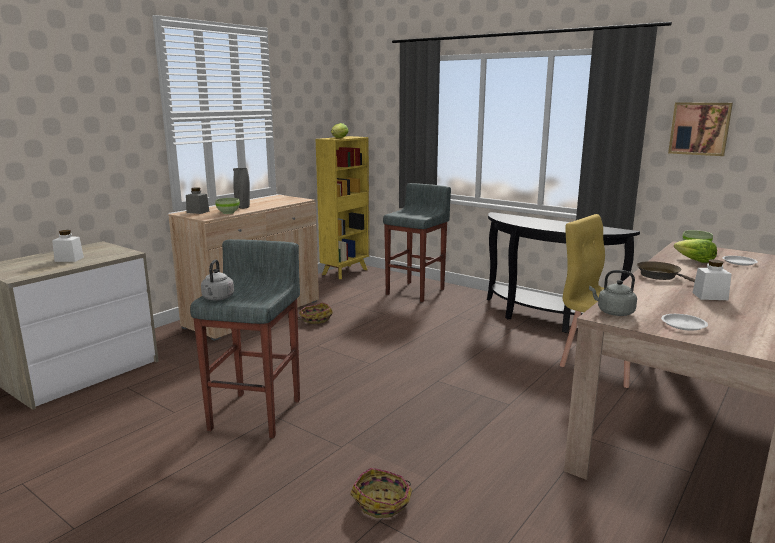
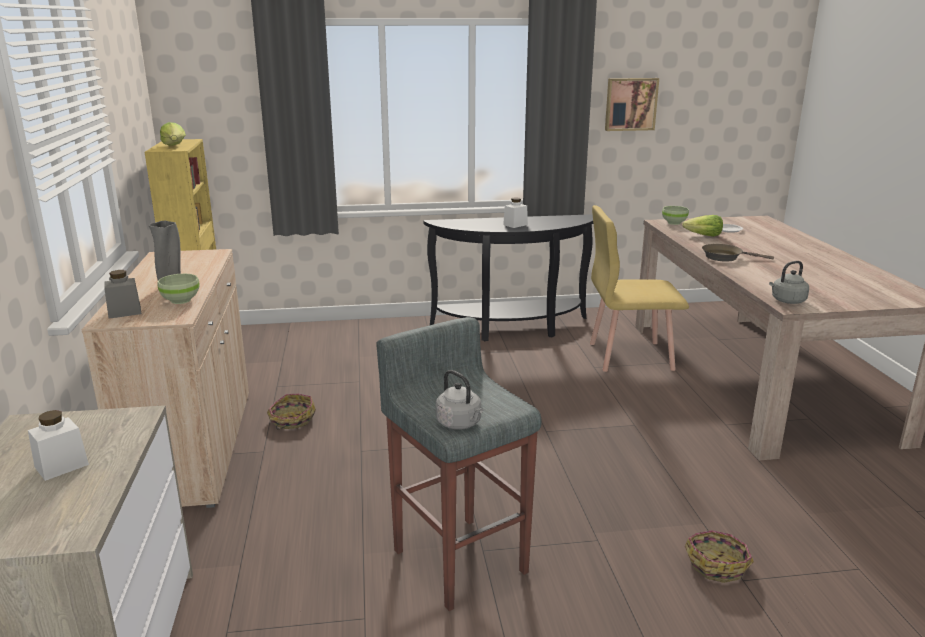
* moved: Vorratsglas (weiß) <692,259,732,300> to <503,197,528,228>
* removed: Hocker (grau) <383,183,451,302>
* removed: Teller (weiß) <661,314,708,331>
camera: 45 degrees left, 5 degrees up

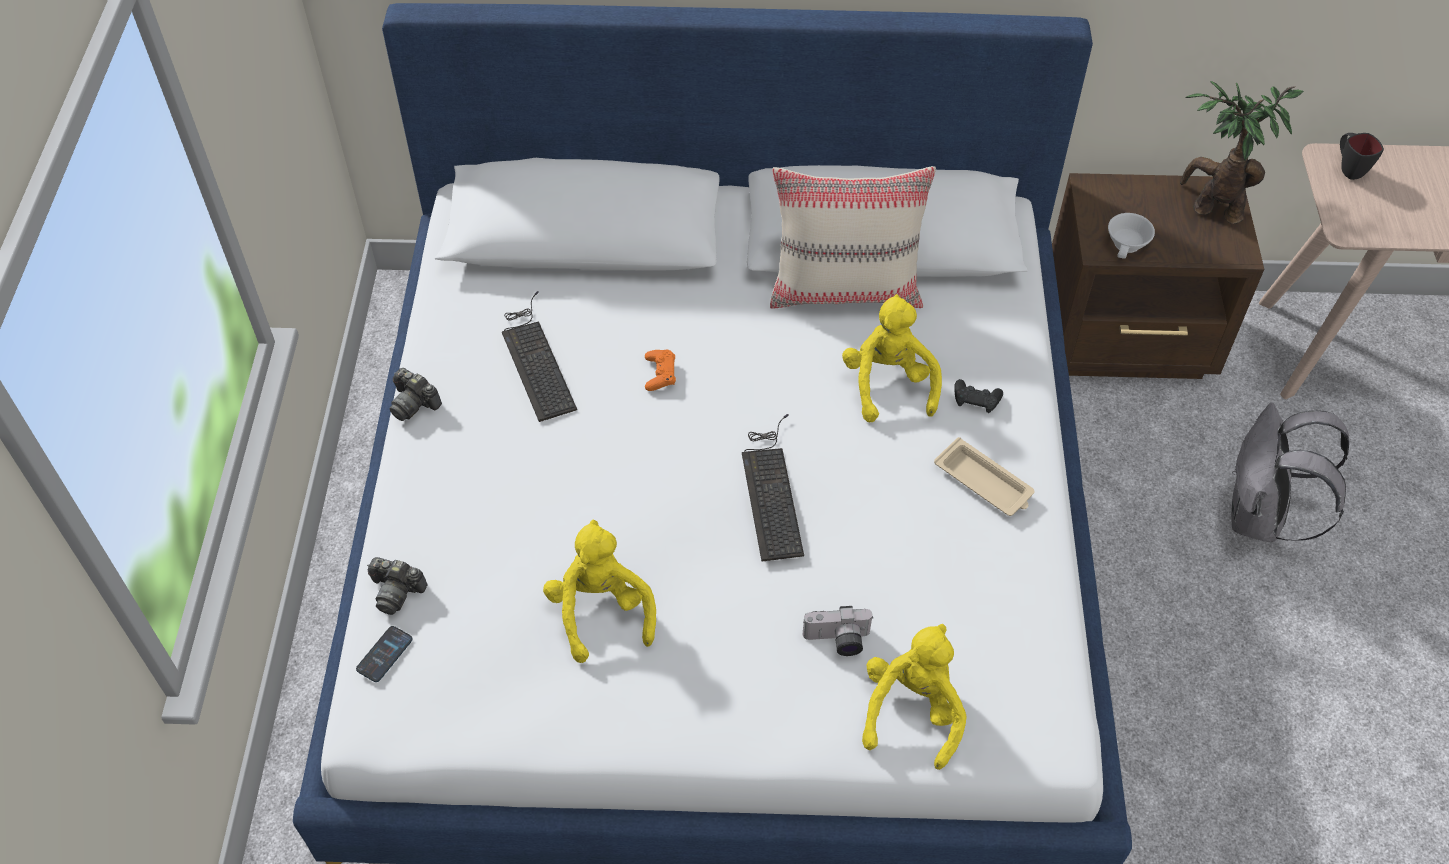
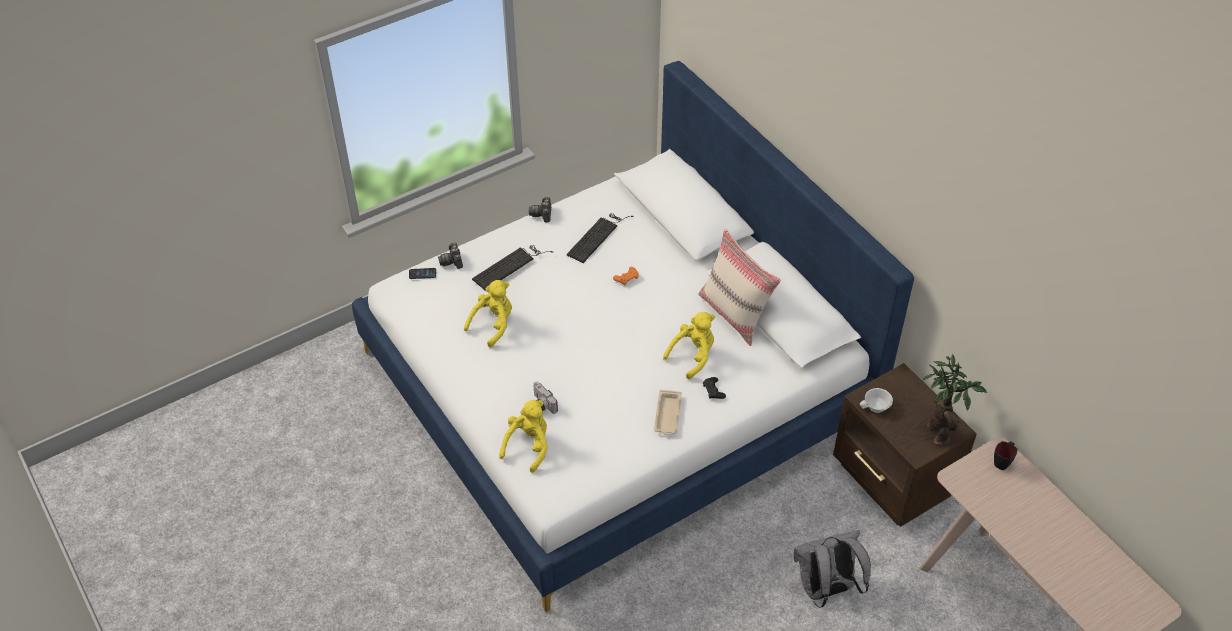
* moved: Tastatur <742,414,804,561> to <472,245,553,291>
* turned: Plüschtier (gelb) <862,624,967,770> = <499,400,548,473> 45 degrees counterclockwise
camera: 55 degrees right, 5 degrees down

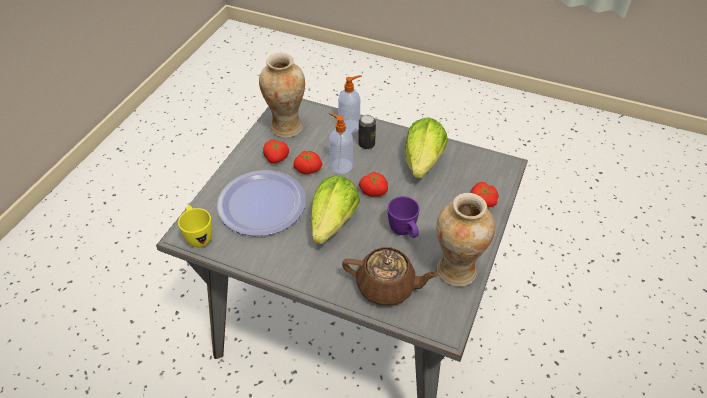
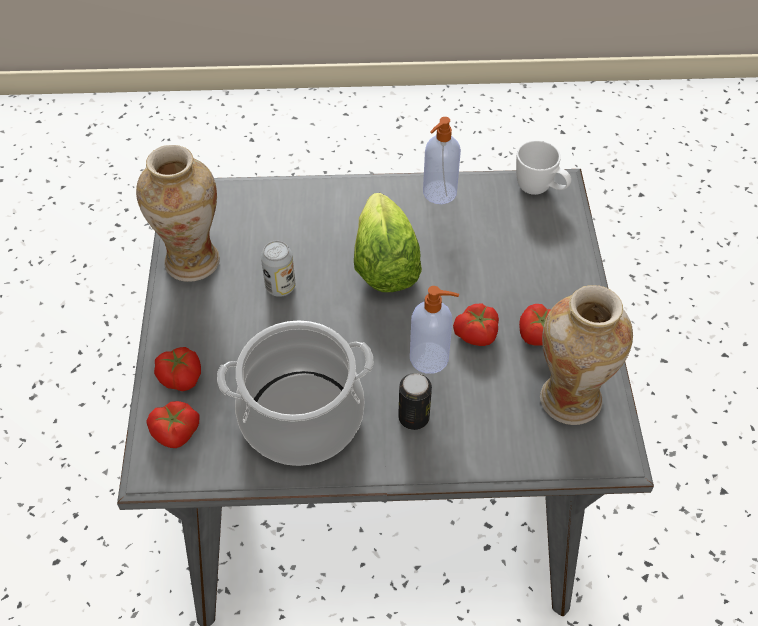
* moved: Tomate <359,172,388,197> to <147,401,200,448>
* replaced: Salatkopf <404,117,448,178> to Kochtopf <217,321,374,466>
* replaced: Henkelbecher (lila) <388,196,420,238> to Dose <261,241,295,297>
* moved: Seifenspender <338,75,362,133> to <423,117,461,204>
* recoloured: Henkelbecher (gelb) <178,206,212,248> to Henkelbecher (weiß) <516,140,571,195>
* removed: Teller <217,170,306,236>
* removed: Teekanne (braun) <342,247,440,306>
camera: 155 degrees right, 5 degrees up

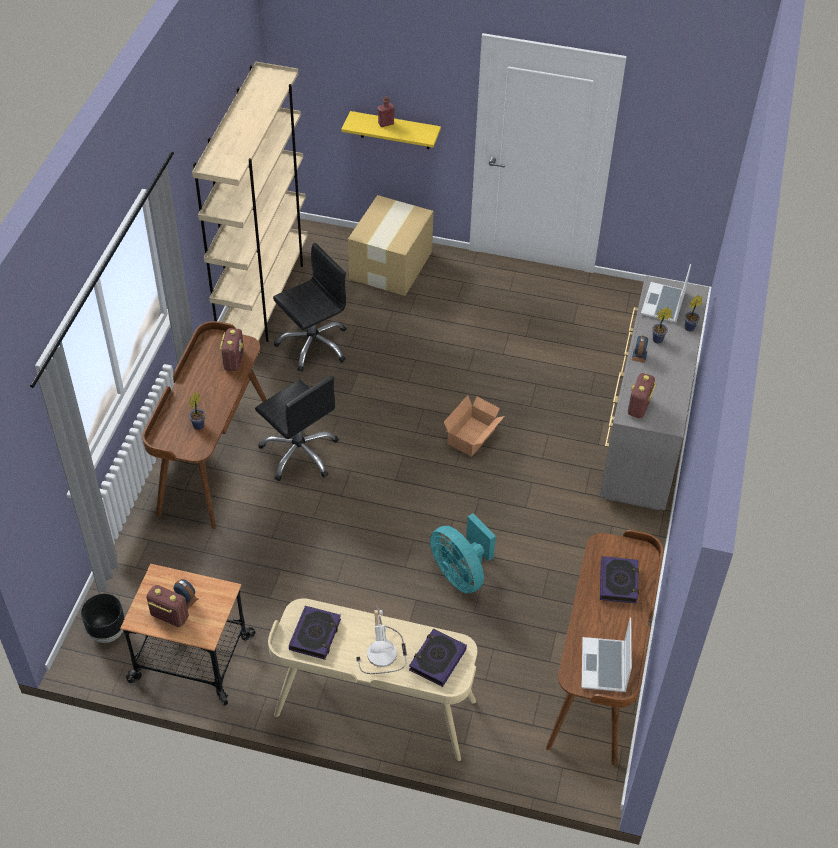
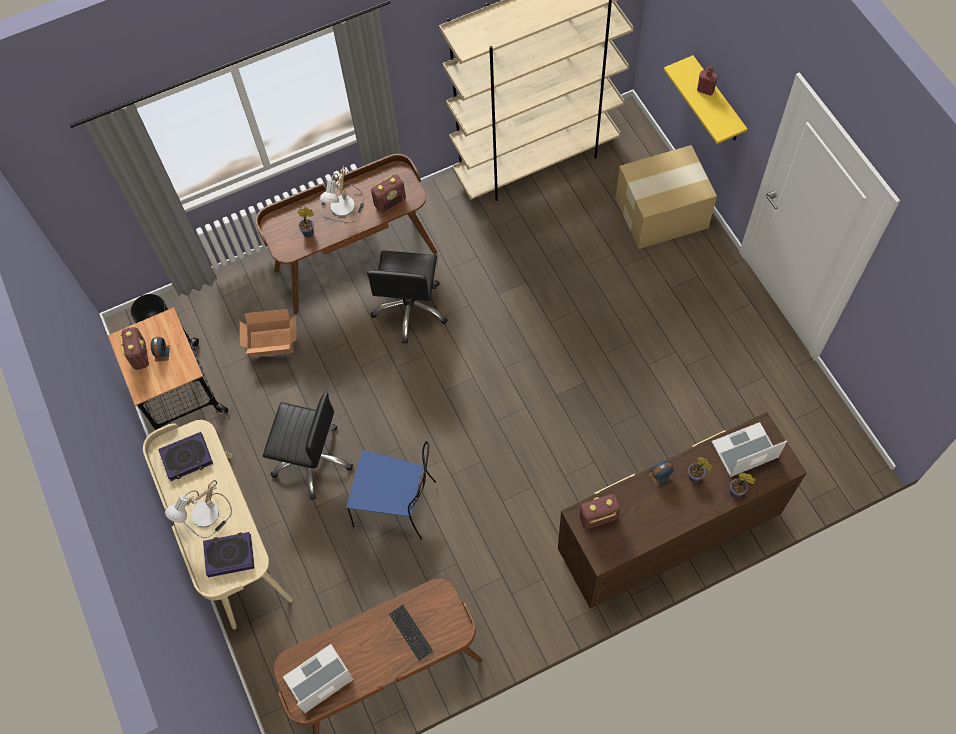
* moved: Karton <444,395,505,457> to <240,309,297,357>
* moved: Bürostuhl (schwarz) <273,242,346,372> to <263,392,353,500>
* added: Tischlampe <319,166,364,222>
* replaced: Ventilator (türkis) <430,513,496,593> to Stuhl (blau) <346,441,436,540>
* replaced: Buch <600,556,639,604> to Tastatur <389,605,433,661>
* recoloured: Kommode (grau) <600,275,709,510> to Kommode (braun) <558,412,807,609>
camera: 55 degrees right, 15 degrees up

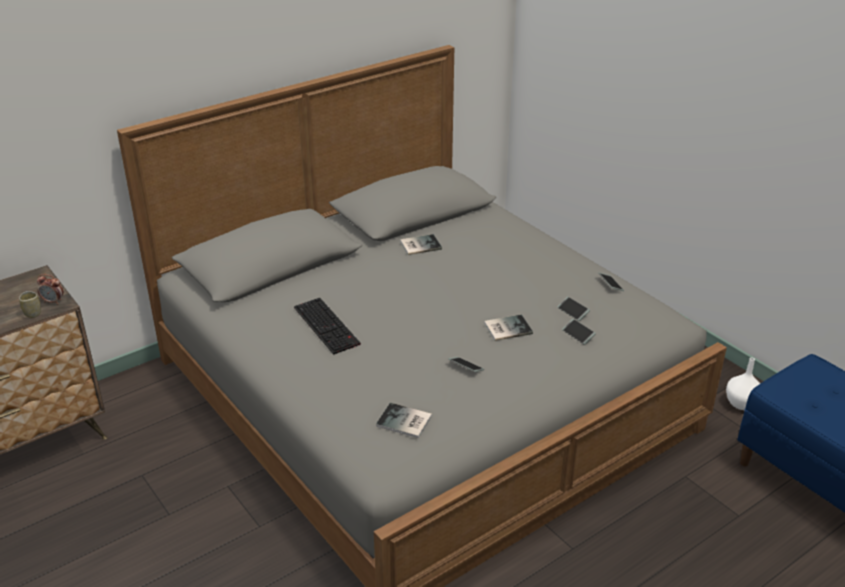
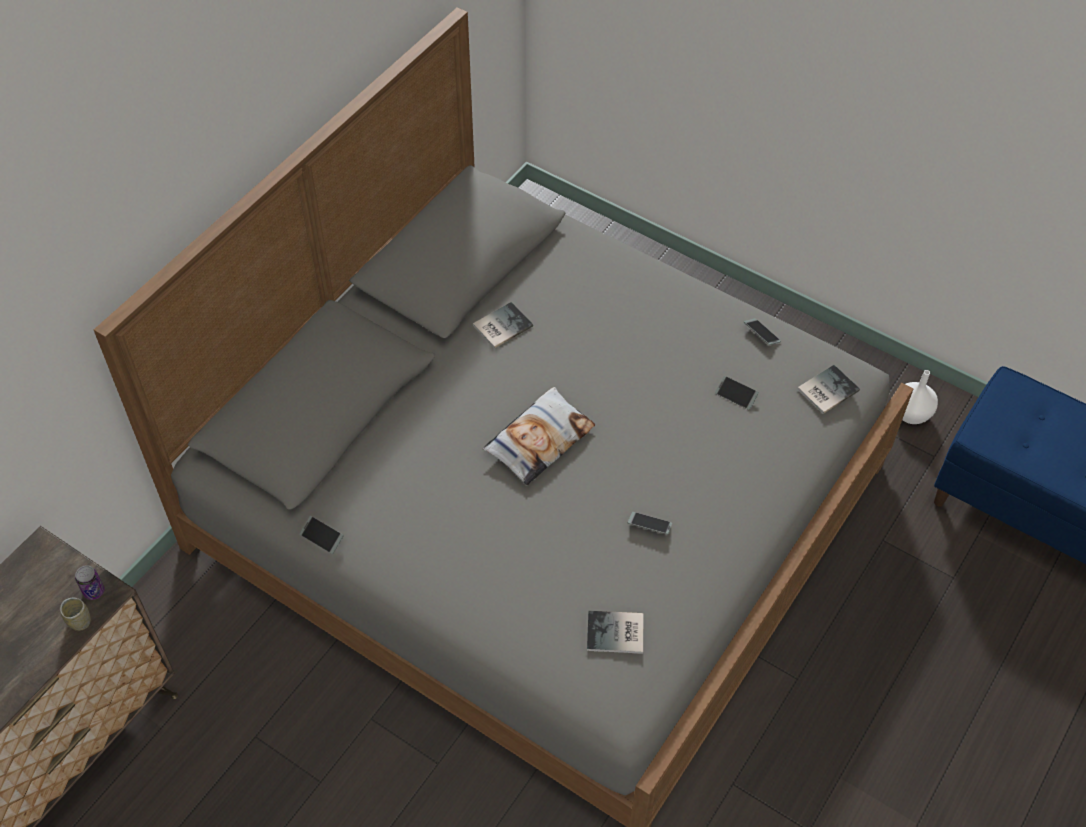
* replaced: Wecker <37,274,63,304> to Dose <75,565,105,600>
* moved: Handy <562,319,596,345> to <300,516,344,554>
* added: Kissen <483,387,595,485>
* moved: Buch <484,314,533,341> to <797,365,860,414>
* removed: Tastatur <294,298,361,355>
camera: 20 degrees left, 20 degrees up

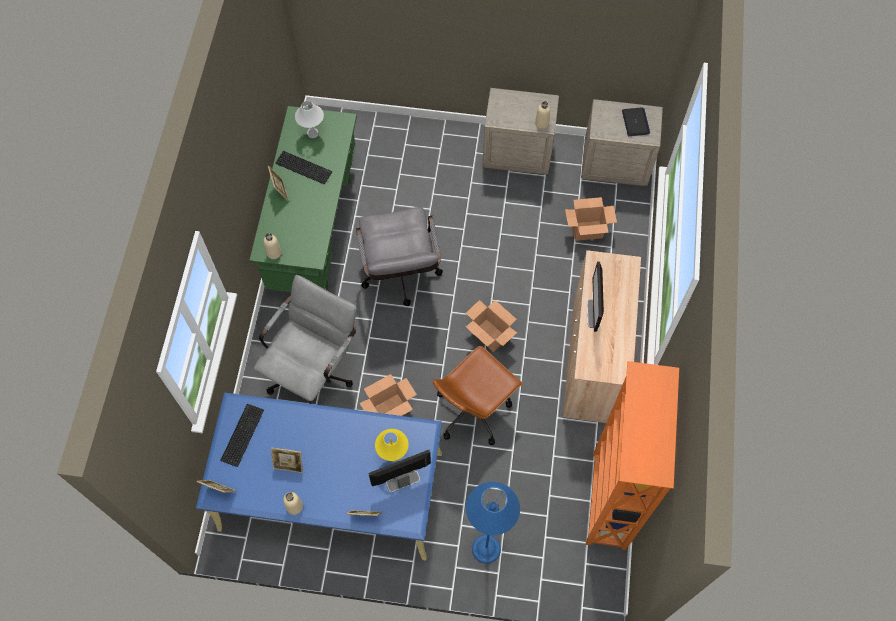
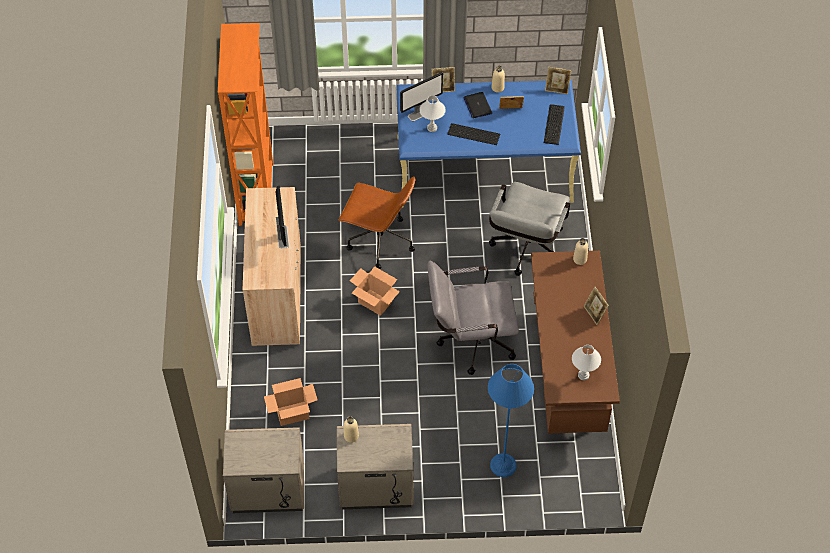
* turned: Bürostuhl (braun) <433,345,523,445> = <339,177,415,269> 75 degrees clockwise
* recoloured: Tischlampe (gelb) <375,429,408,462> to Tischlampe (weiß) <419,95,446,132>
* turned: Bürostuhl (grau) <356,207,443,306> = <428,261,519,375> 75 degrees counterclockwise
* moved: Tastatur <275,151,332,185> to <447,123,500,145>
* moved: Laptop <622,108,650,136> to <464,92,492,118>
* moved: Stehlampe (blau) <466,482,520,564> to <488,364,534,477>
* recoloured: Schreibtisch (grün) <249,106,357,292> to Schreibtisch (braun) <531,251,620,433>
* removed: Karton <360,374,417,416>
camera: 170 degrees right, 10 degrees down

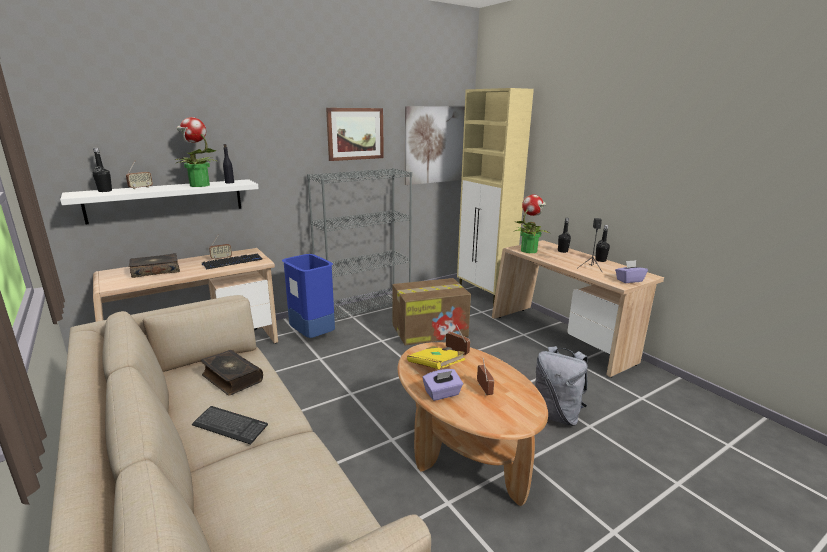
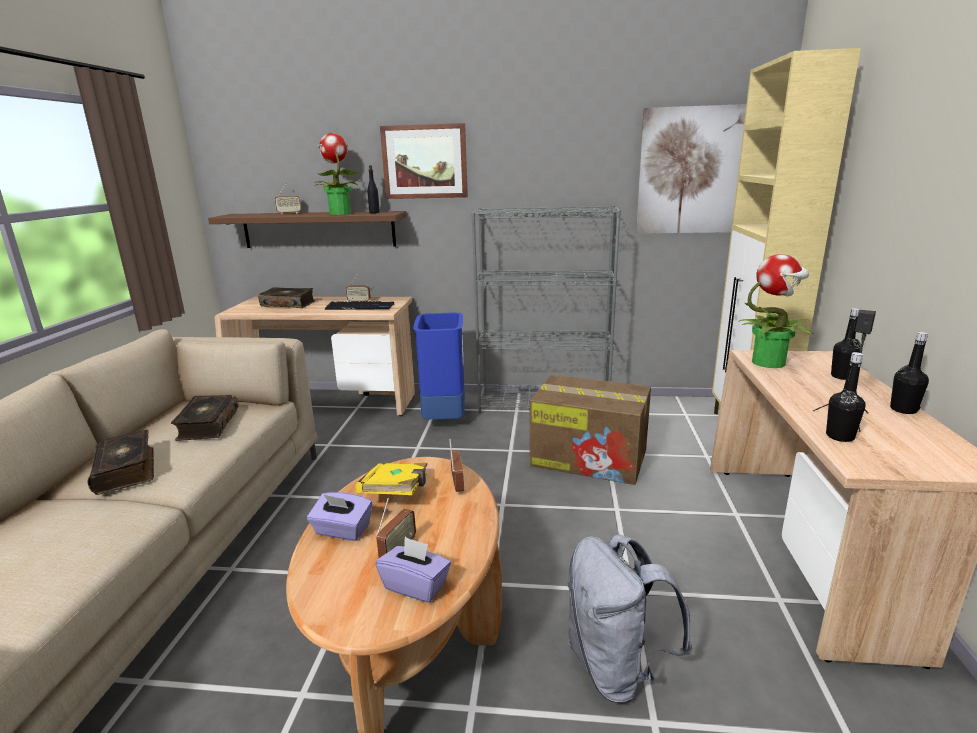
* replaced: Tastatur <192,406,268,445> to Buch <88,430,154,495>
* recoloured: Wandregal (weiß) <60,179,259,224> to Wandregal (braun) <208,211,407,248>
* moved: Taschentuchbox (lila) <615,260,648,283> to <376,537,451,603>
* moved: Bild <326,108,384,161> to <380,123,468,199>
* moved: Flasche (schwarz) <93,148,112,192> to <826,352,866,442>
camera: 40 degrees right, 0 degrees up

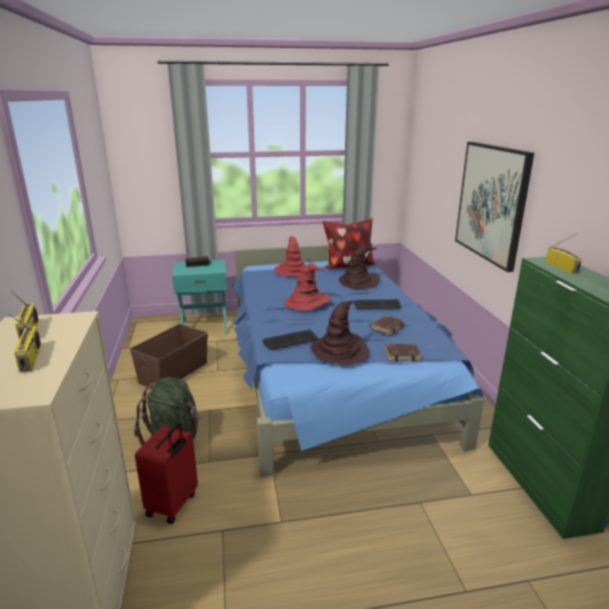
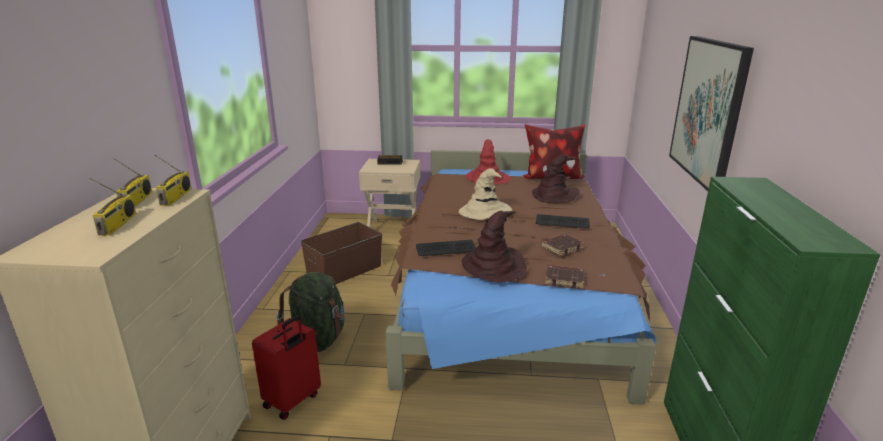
* moved: Radio <545,233,582,274> to <155,155,192,206>
* recoloured: Nachttisch (türkis) <172,259,227,335> to Nachttisch (beige) <359,159,420,227>
* recoloured: Bett (blau) <232,243,484,477> to Bett (braun) <385,150,656,405>
* recoloured: Hut (rot) <284,263,331,311> to Hut (beige) <459,168,512,220>
camera: 15 degrees right, 0 degrees up

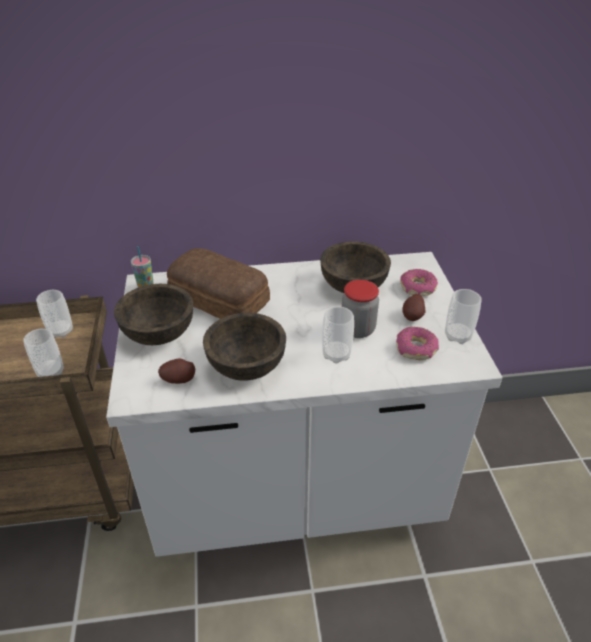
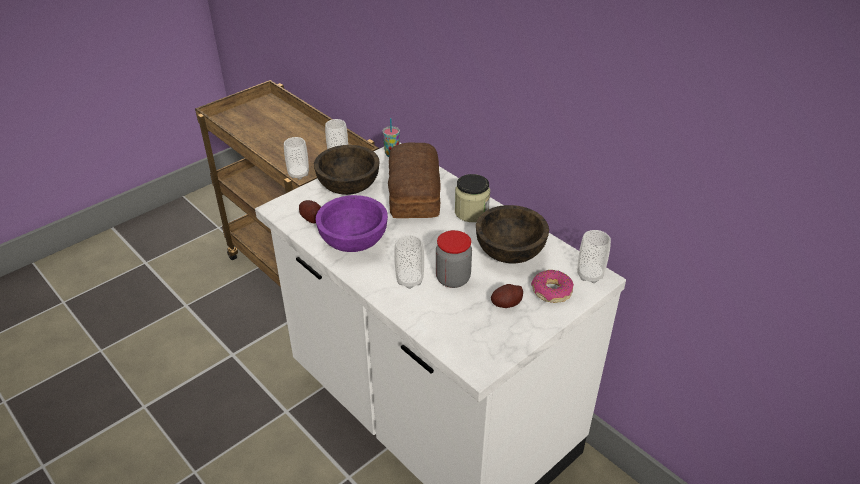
* recoloured: Schüssel (braun) <203,313,286,381> to Schüssel (lila) <316,195,388,252>
* added: Vorratsglas <455,174,490,222>
* moved: Tasse <445,289,482,344> to <577,230,611,283>
* removed: Donut <396,327,439,360>
camera: 55 degrees right, 0 degrees up

